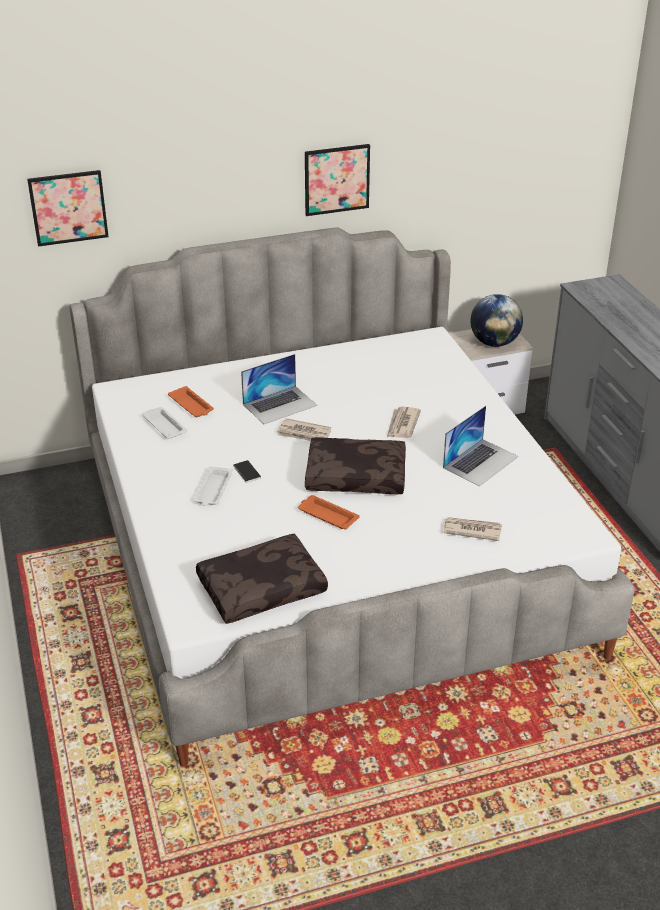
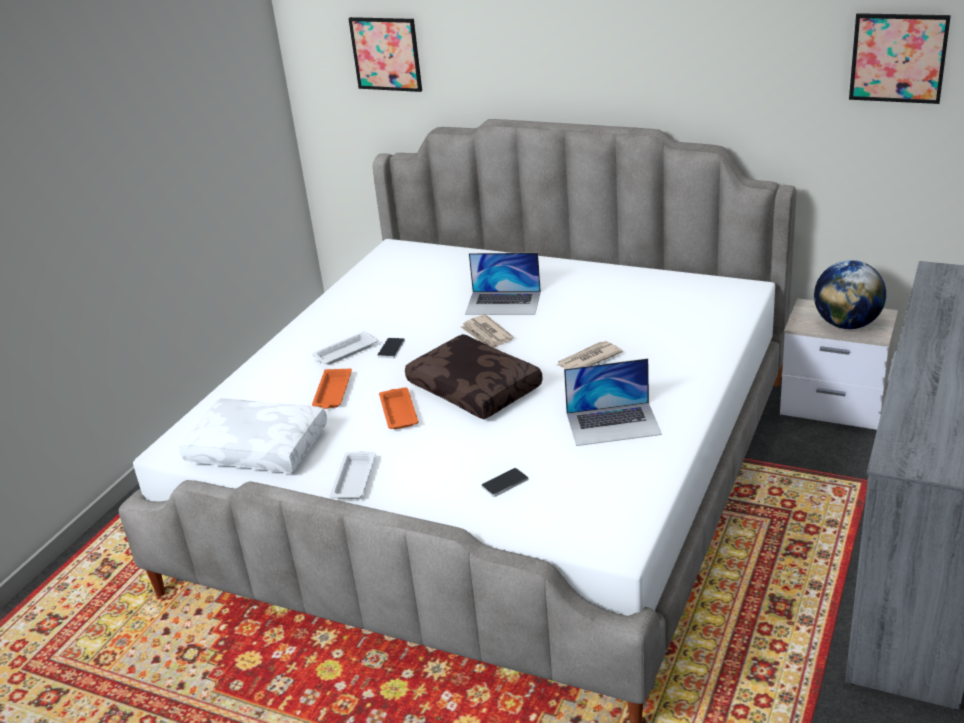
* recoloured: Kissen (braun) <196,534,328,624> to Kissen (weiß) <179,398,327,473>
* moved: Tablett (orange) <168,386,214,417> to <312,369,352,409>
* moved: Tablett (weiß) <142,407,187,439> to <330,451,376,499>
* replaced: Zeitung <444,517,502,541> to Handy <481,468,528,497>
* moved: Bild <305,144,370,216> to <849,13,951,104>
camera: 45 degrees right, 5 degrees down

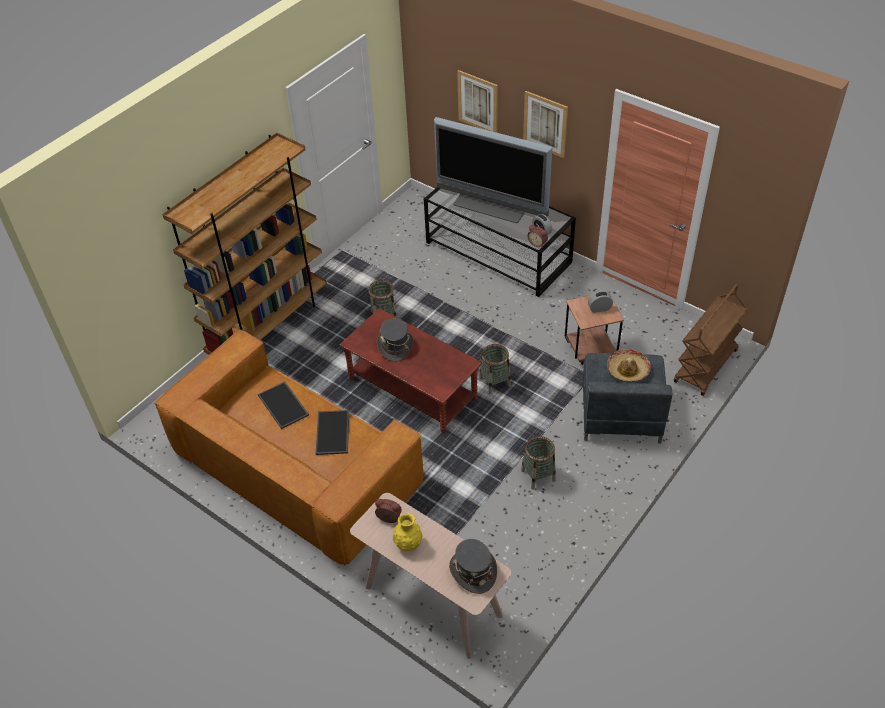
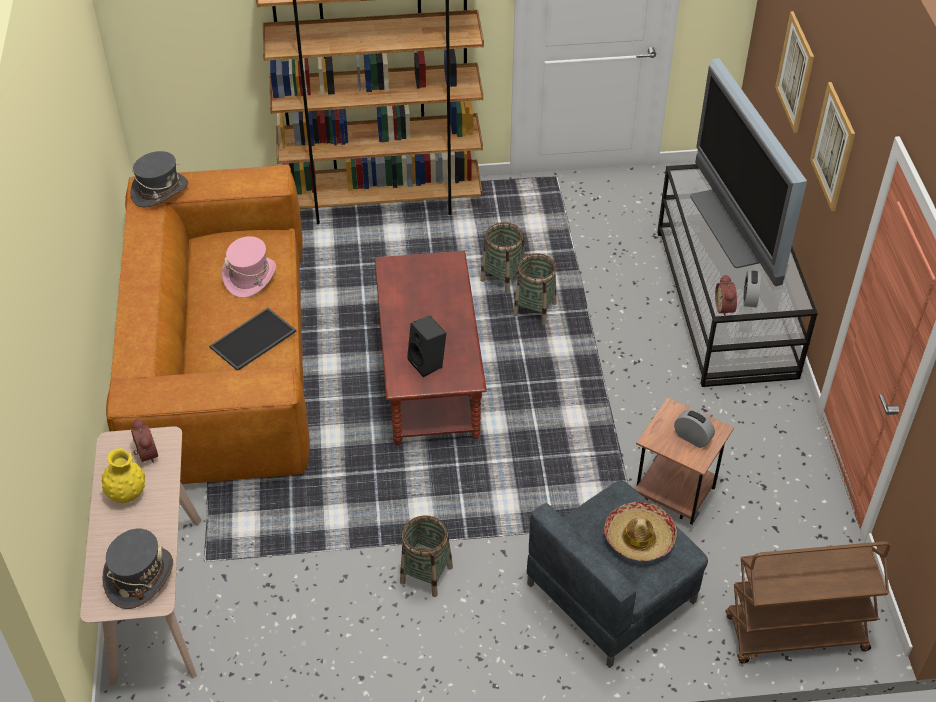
* moved: Hut (grau) <376,318,414,362> to <131,151,188,208>
* replaced: Tablett <258,381,309,429> to Hut (rosa) <222,236,276,298>
* added: Lautsprecher (schwarz) <407,316,446,377>
* moved: Korb <479,344,511,394> to <513,253,556,325>
camera: 45 degrees right, 0 degrees up

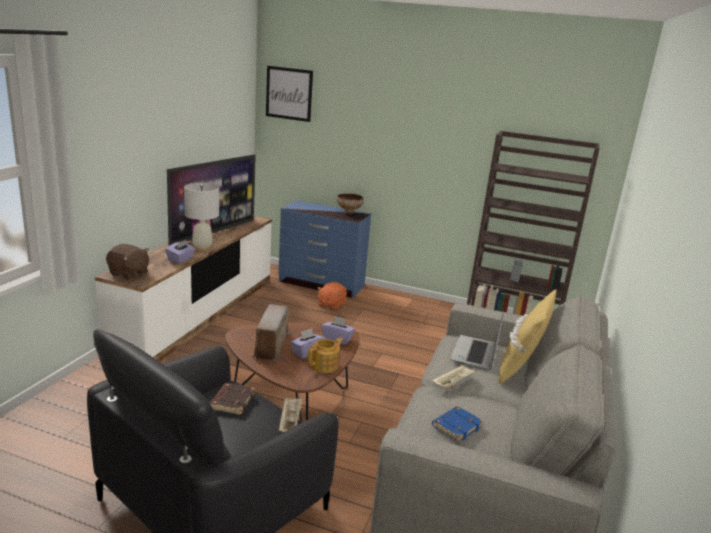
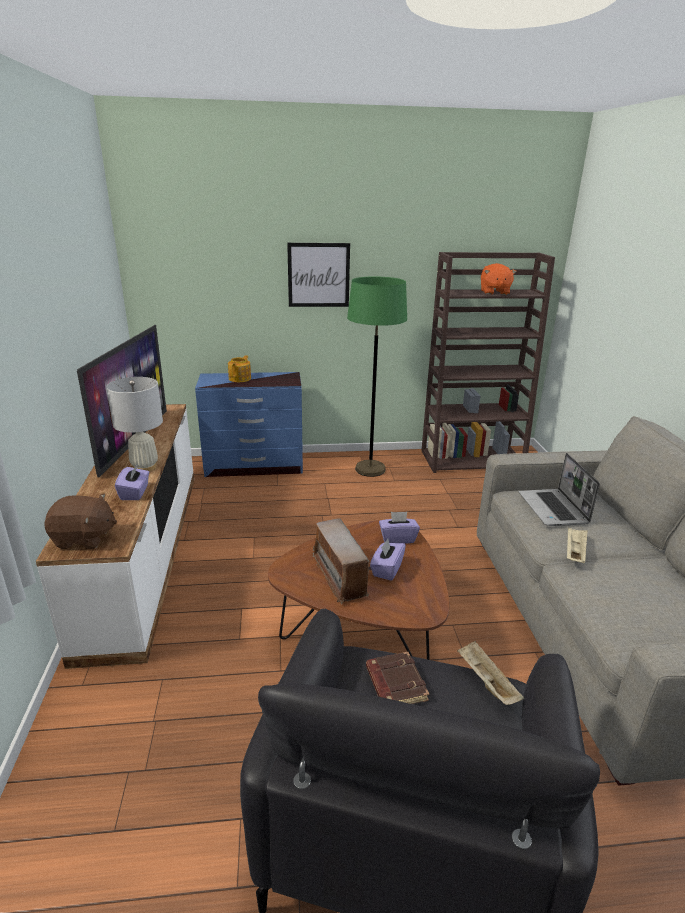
* moved: Teekanne <308,337,343,373> to <228,355,251,382>
* moved: Bild <266,66,313,122> to <287,243,350,307>
* added: Stehlampe (grün) <347,276,407,477>
* moved: Plüschtier (orange) <317,282,347,310> to <481,263,517,295>
* removed: Schüssel <337,193,364,214>
* removed: Buch (blau) <432,406,483,442>
* removed: Kissen (gelb) <498,289,557,384>
camera: 25 degrees left, 5 degrees up

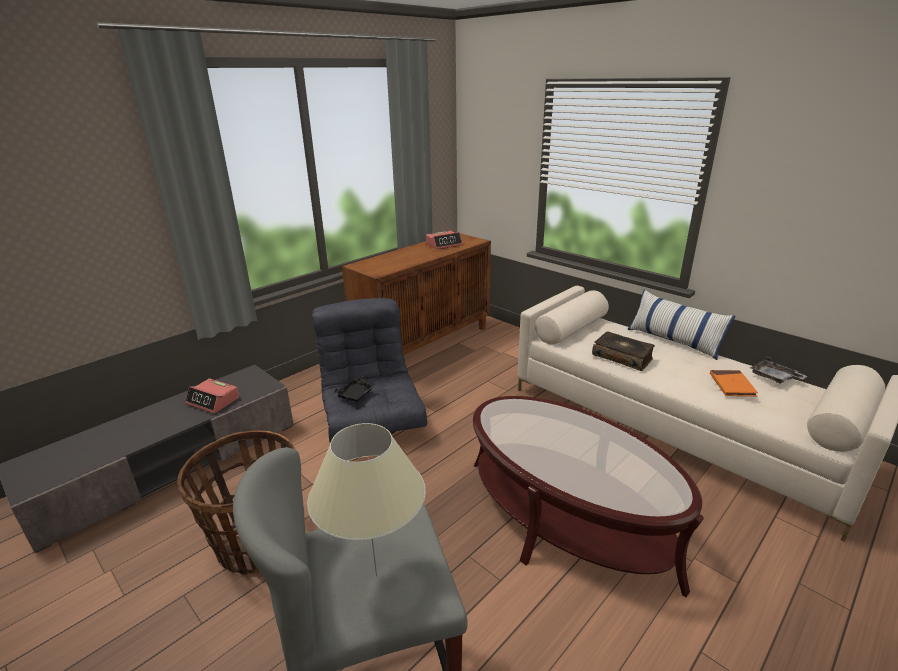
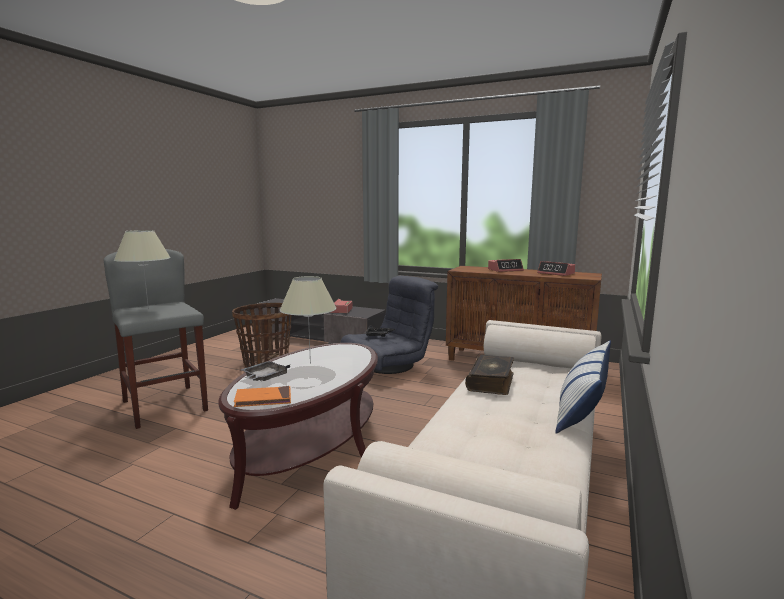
* moved: Buch (orange) <710,370,758,397> to <234,386,291,407>
* moved: Tablett (grau) <750,357,807,384> to <241,361,290,381>
* added: Tischlampe (beige) <280,276,336,364>
* added: Wecker <488,259,524,272>
camera: 70 degrees right, 15 degrees down

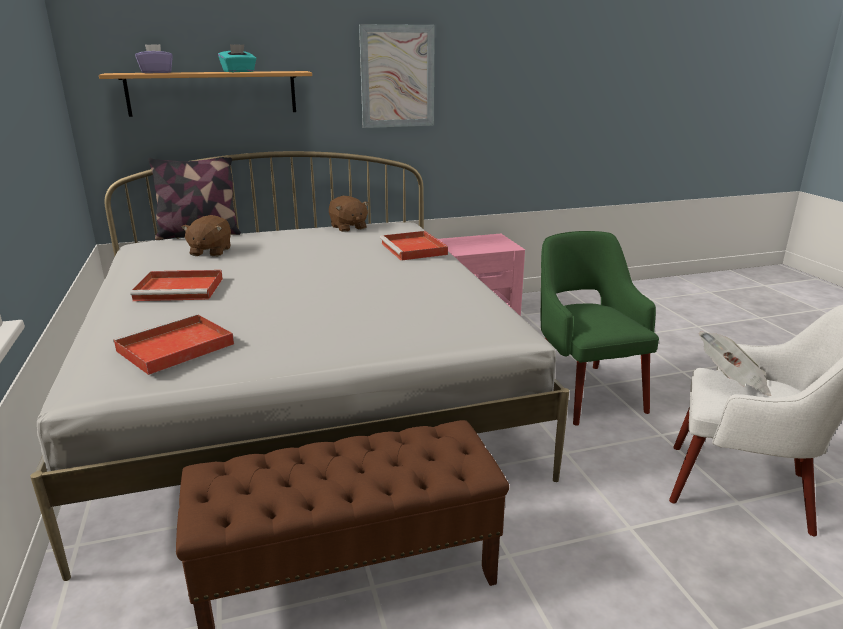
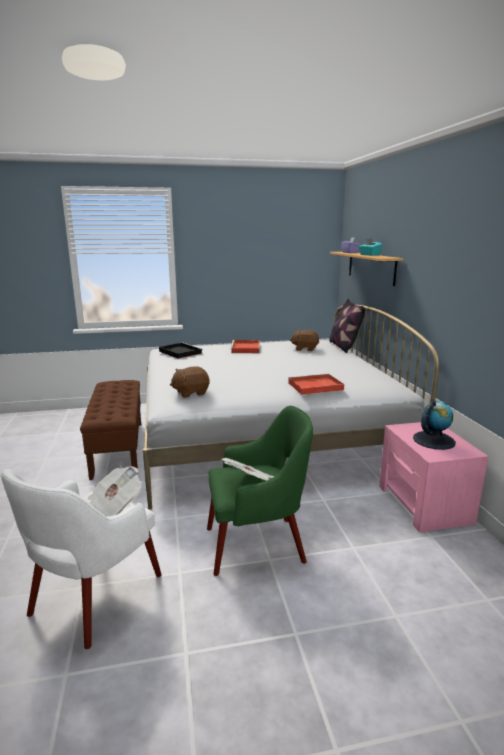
* recoloured: Tablett (rot) <113,314,234,375> to Tablett (schwarz) <159,342,203,359>
* moved: Plüschtier (braun) <329,196,369,232> to <170,366,209,398>
* added: Zeitung <221,458,275,481>
* added: Globus <413,400,456,450>
* removed: Bild <359,24,435,128>
camera: 95 degrees right, 5 degrees down

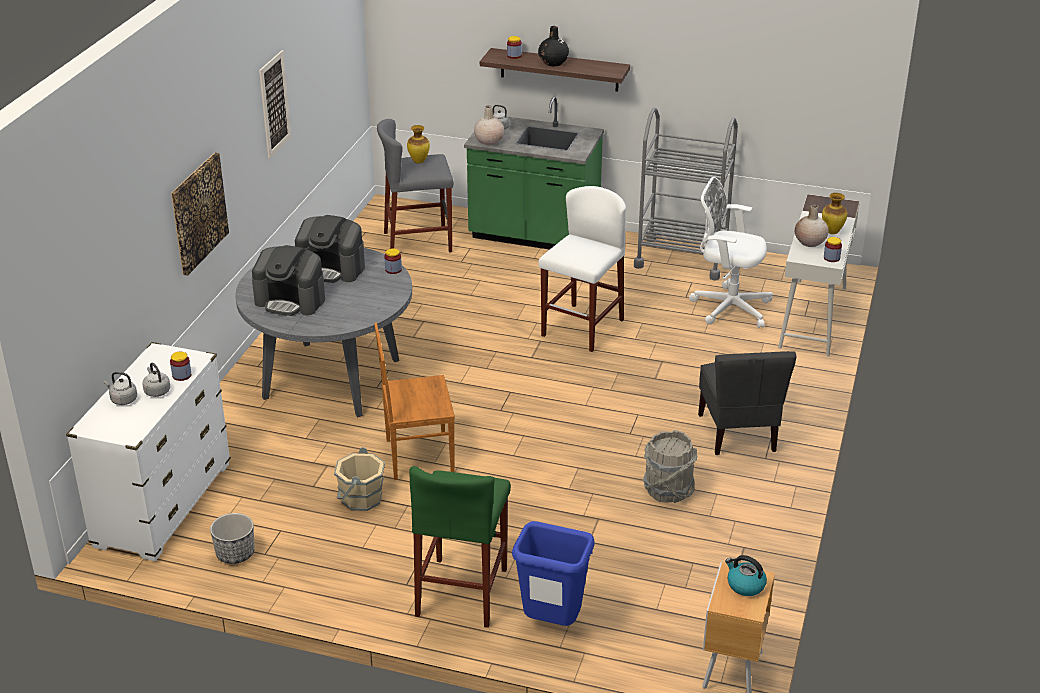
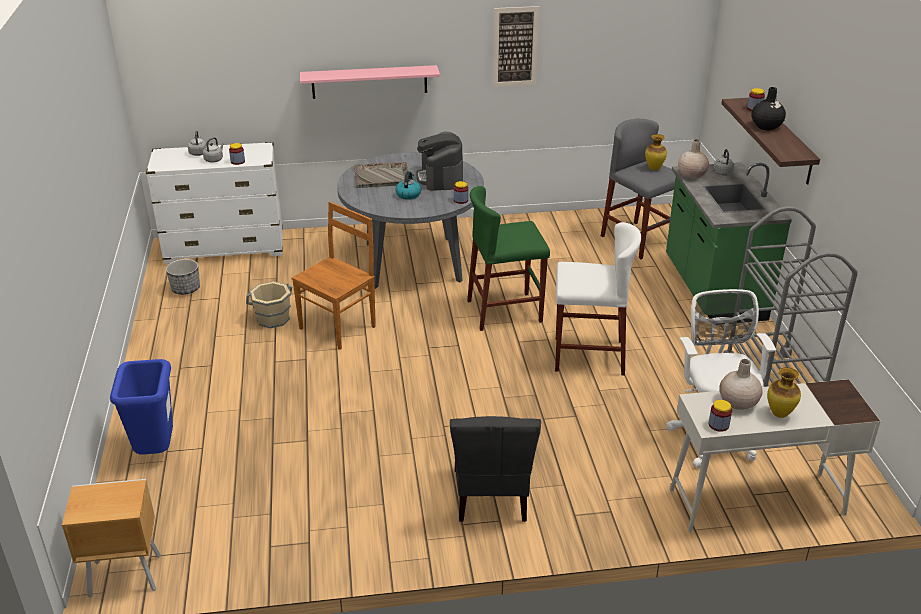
* turned: Stuhl (braun) <374,323,455,480> = <292,202,376,350> 75 degrees clockwise
* replaced: Bild <171,153,229,276> to Wandregal (rosa) <300,65,440,99>
* replaced: Kaffeemaschine <252,245,325,316> to Tablett (grau) <354,162,408,188>
* moved: Wasserkessel <725,555,767,596> to <395,171,421,200>
* turned: Stuhl (grau) <698,351,796,455> = <450,416,541,522> 60 degrees counterclockwise
* moved: Hocker (grün) <409,466,511,628> to <467,186,550,331>
* removed: Eimer (grau) <643,430,697,503>
camera: 65 degrees right, 0 degrees up

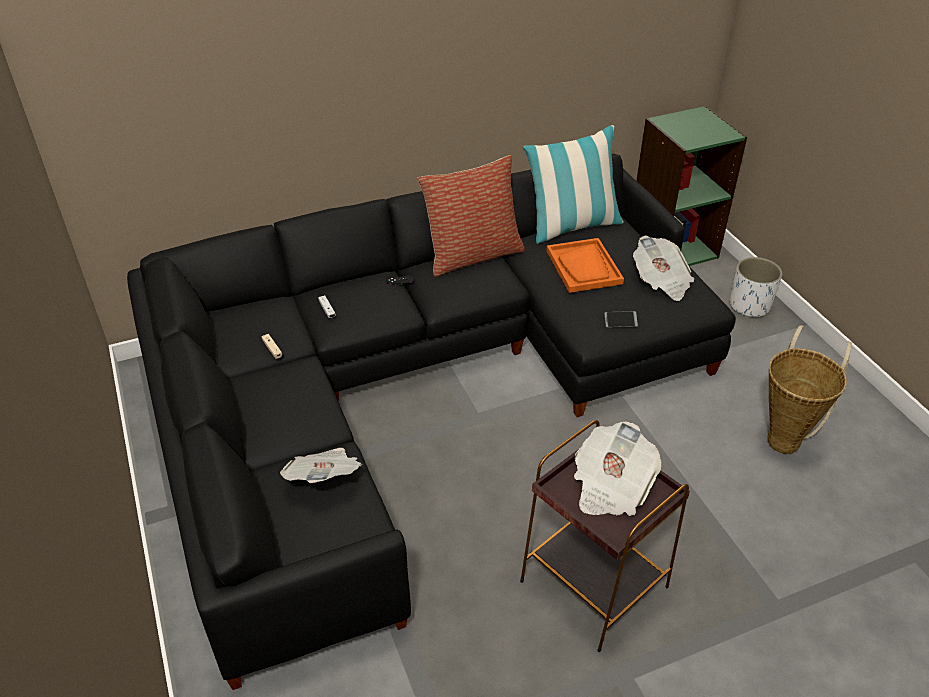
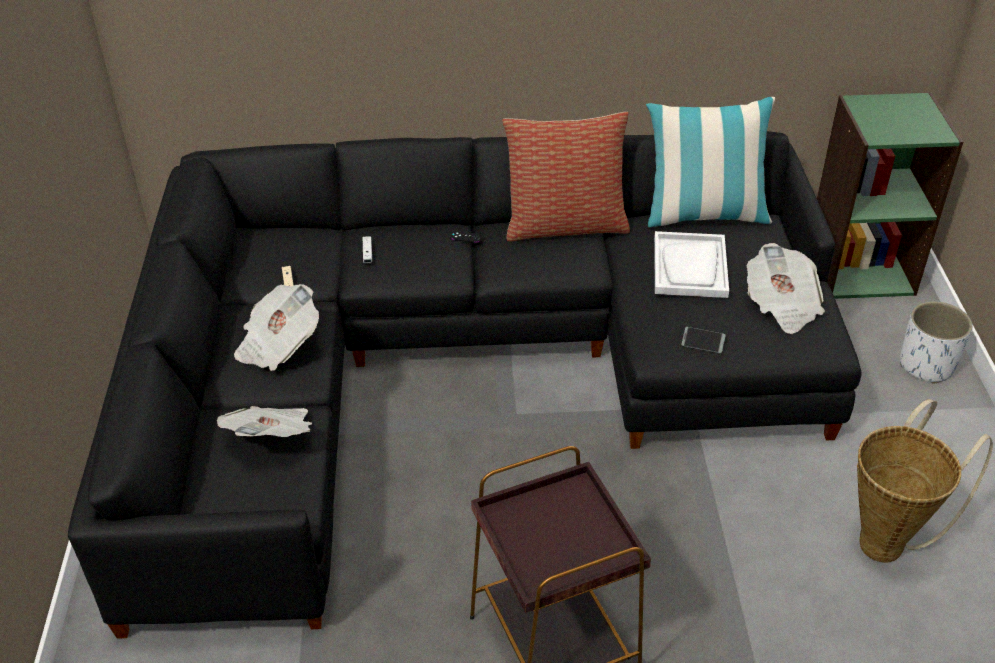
* moved: Zeitung <574,422,662,516> to <234,284,319,371>
* recoloured: Tablett (orange) <546,238,624,293> to Tablett (weiß) <654,231,729,298>
camera: 20 degrees right, 0 degrees up

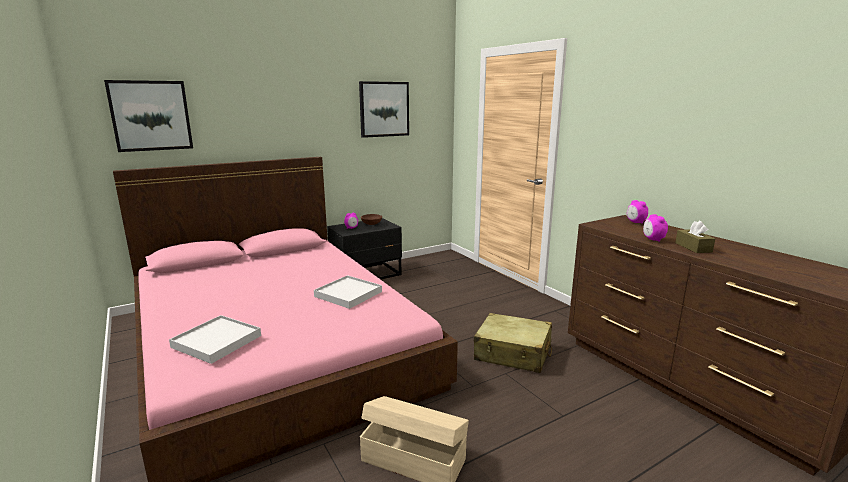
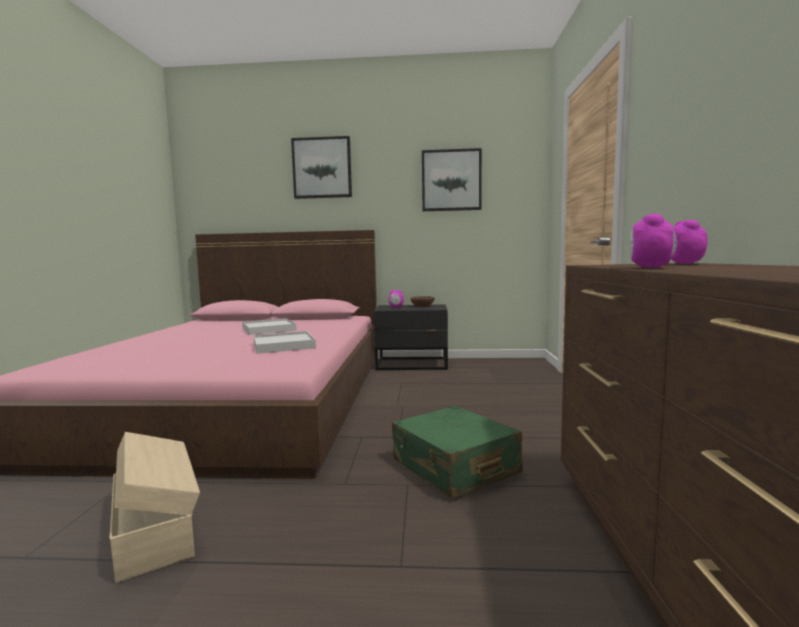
* moved: Tablett (weiß) <169,315,261,364> to <242,318,297,335>
* moved: Bild <104,80,193,152> to <291,136,352,199>
* recoloured: Koffer (beige) <474,313,552,373> to Koffer (grün) <392,406,523,499>
* removed: Taschentuchbox (braun) <675,220,715,253>
camera: 35 degrees right, 10 degrees down

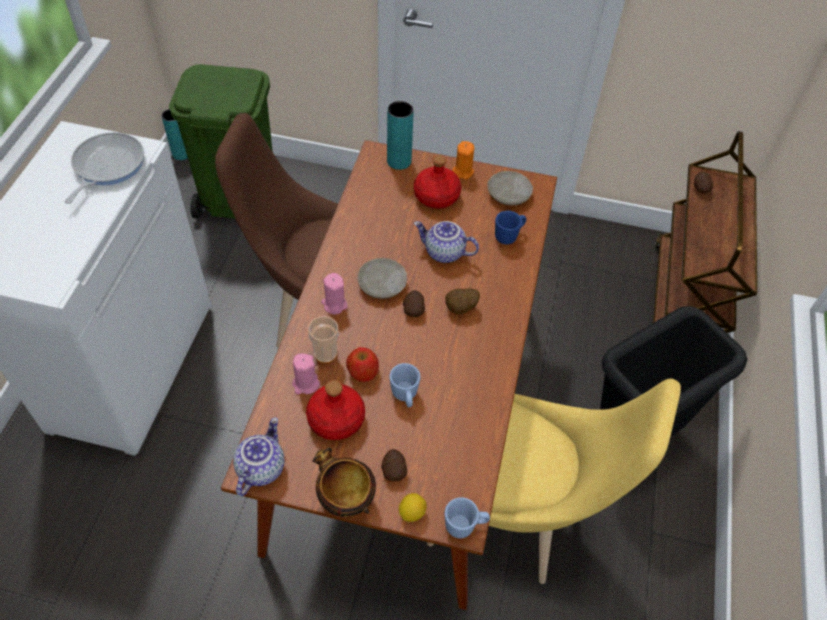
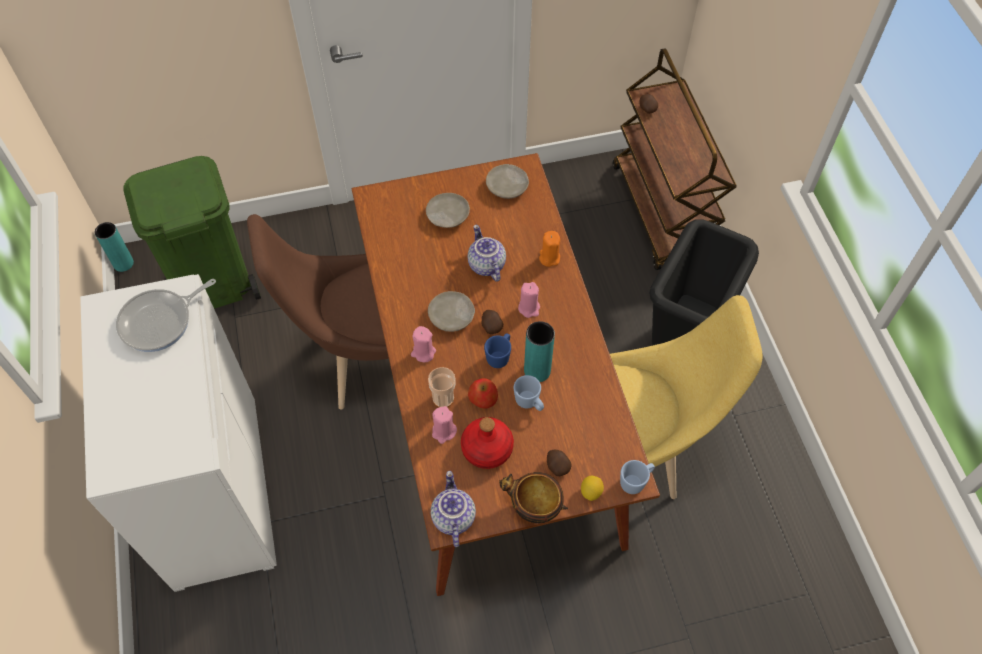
* turned: Pfanne <65,132,144,204> = <116,279,216,352> 120 degrees counterclockwise
* replaced: Flasche (rot) <414,155,461,209> to Teller (beige) <426,193,470,228>
* turned: Teekanne <414,221,479,263> = <468,225,506,282> 75 degrees clockwise
* moved: Henkelbecher (blau) <495,211,526,244> to <484,333,511,368>
* replaced: Kartoffel <445,288,480,314> to Kerze (rosa) <518,282,540,318>
* moved: Vase (türkis) <387,101,414,170> to <524,321,555,382>
* moved: Kerze (orange) <452,141,474,179> to <539,231,560,267>
camera: 25 degrees left, 5 degrees up

